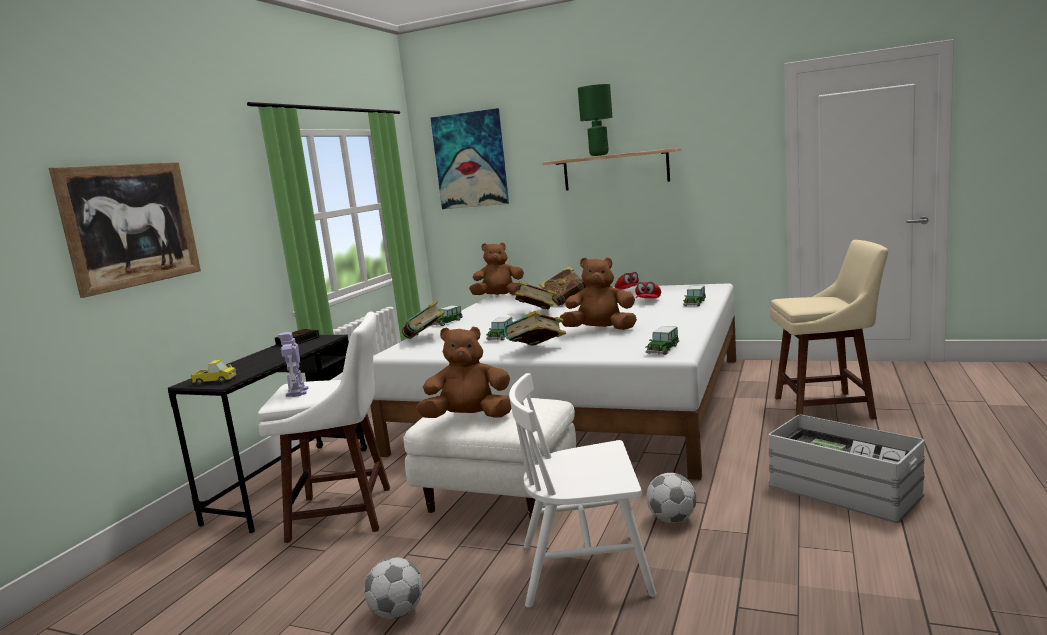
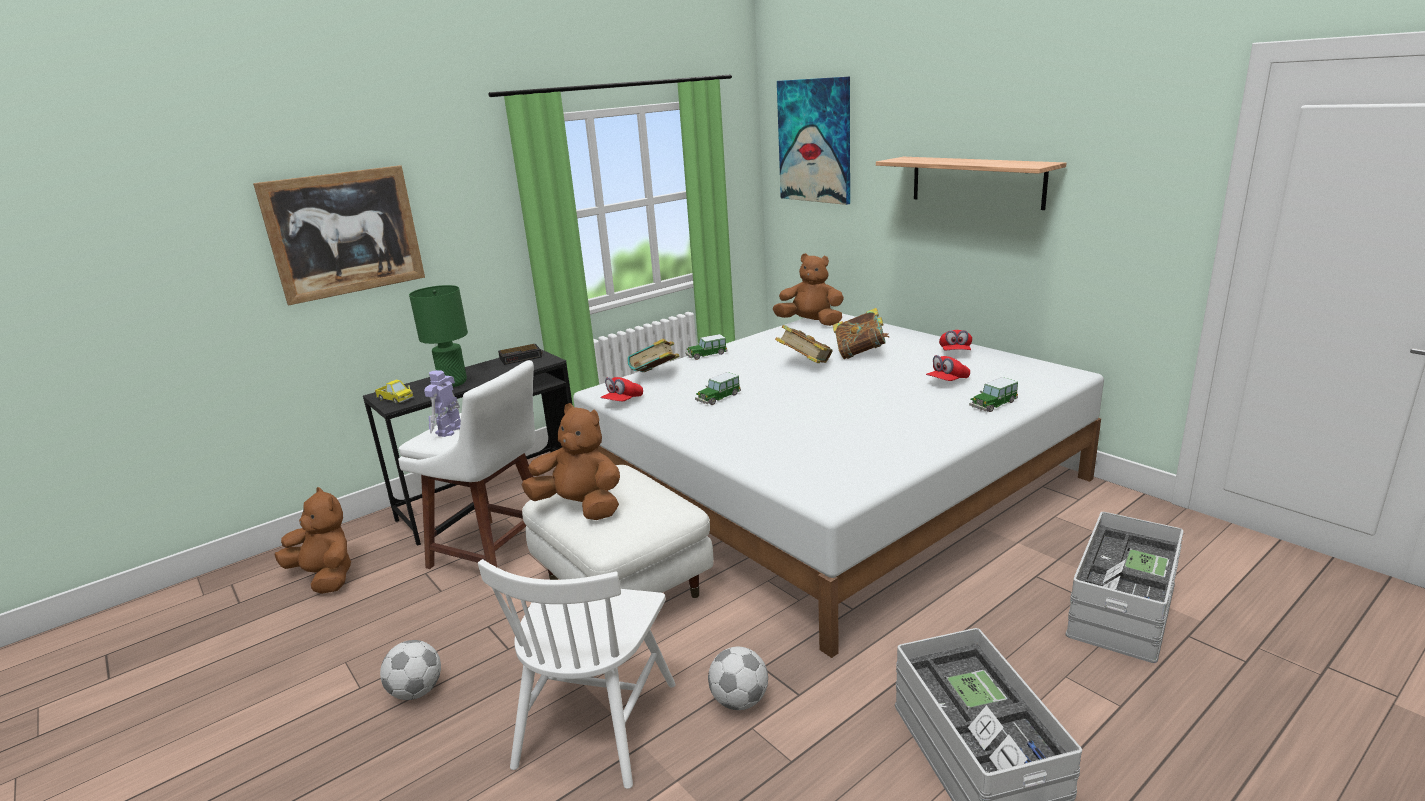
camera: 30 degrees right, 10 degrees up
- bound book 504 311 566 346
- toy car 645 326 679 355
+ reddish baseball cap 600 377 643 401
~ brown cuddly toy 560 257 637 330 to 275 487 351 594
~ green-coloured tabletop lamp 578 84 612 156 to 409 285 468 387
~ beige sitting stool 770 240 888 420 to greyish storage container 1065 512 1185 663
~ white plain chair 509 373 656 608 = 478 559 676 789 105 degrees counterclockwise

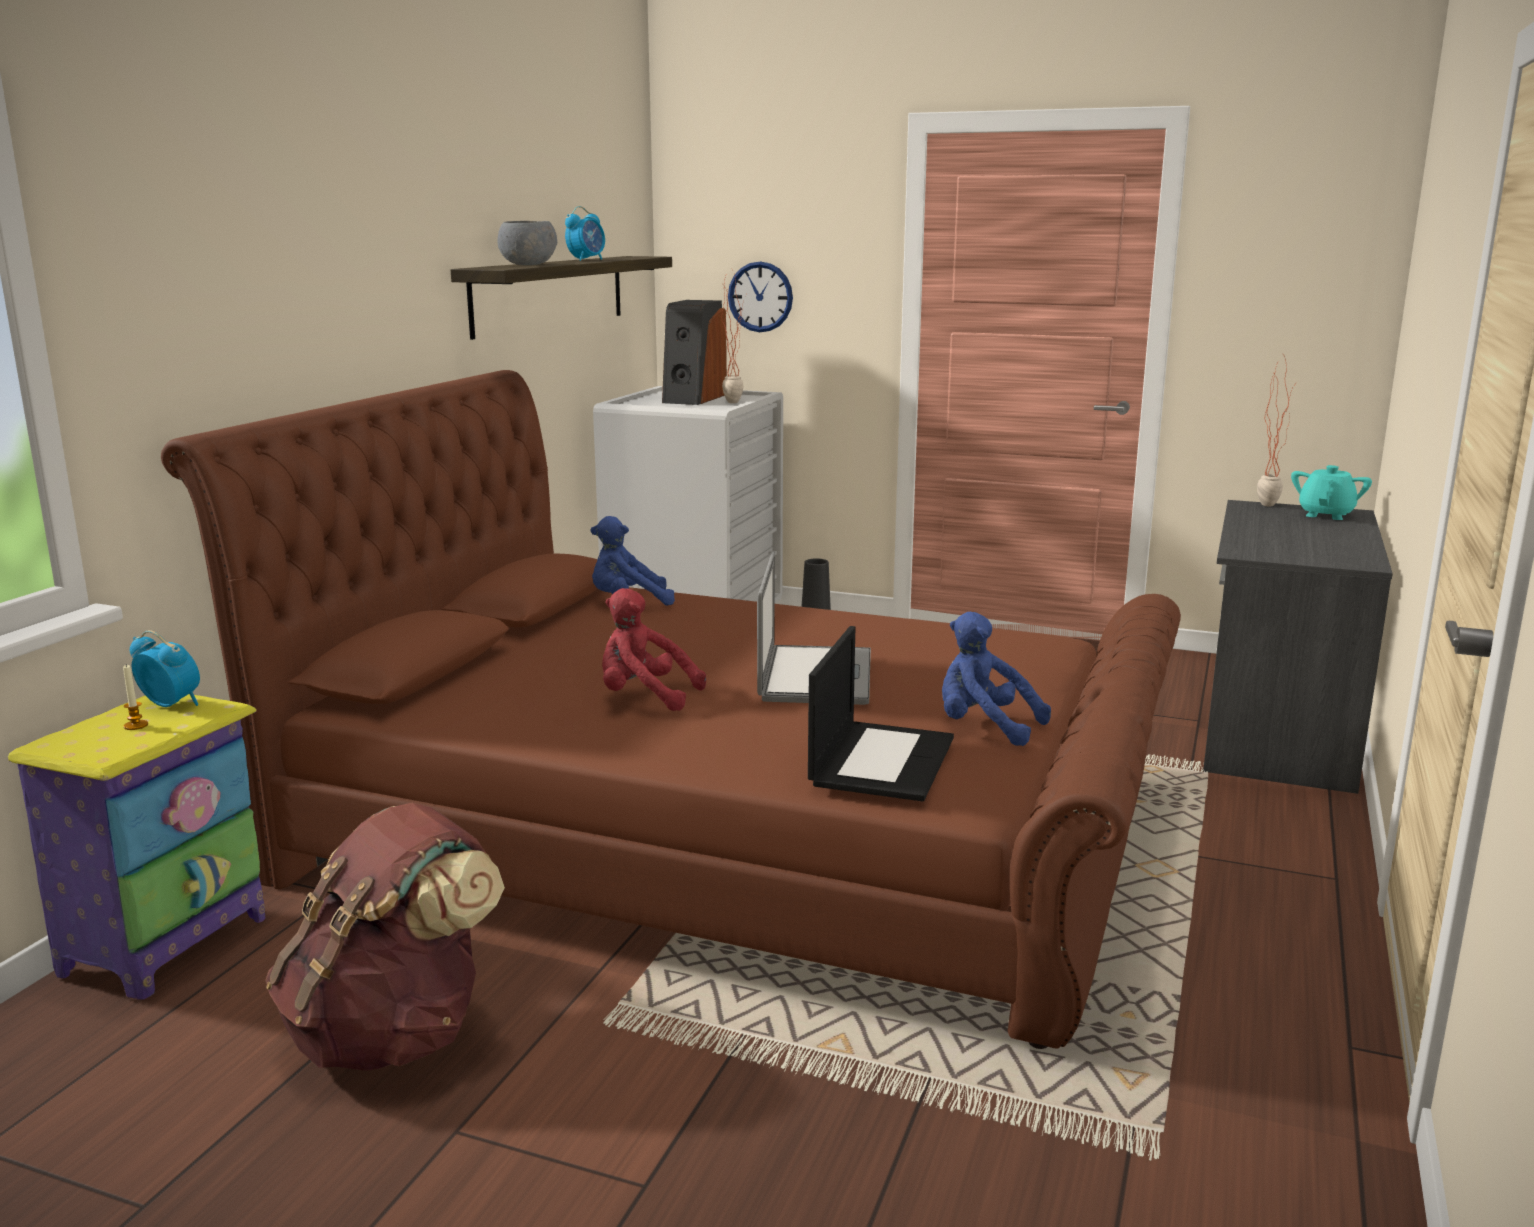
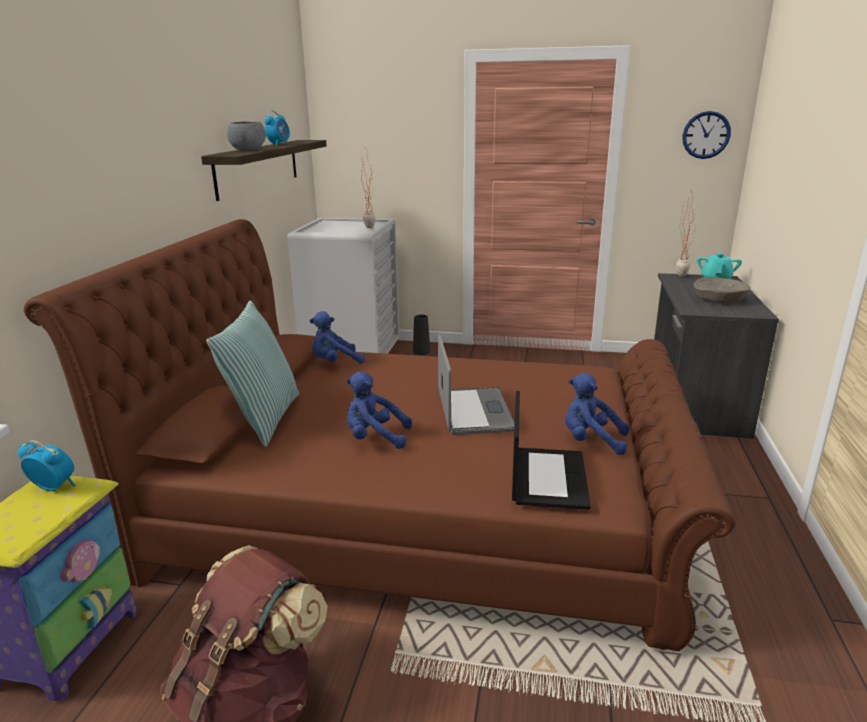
camera: 10 degrees left, 5 degrees up
- wax light 123 664 148 730
- audio speaker 662 300 727 405
+ pillow 206 300 299 447
+ beige serving bowl 694 277 751 303
~ hanging clock 728 261 793 332 to 682 111 731 159
~ reddish cuddly toy 602 588 706 711 to blue-coloured cuddly toy 346 372 412 449

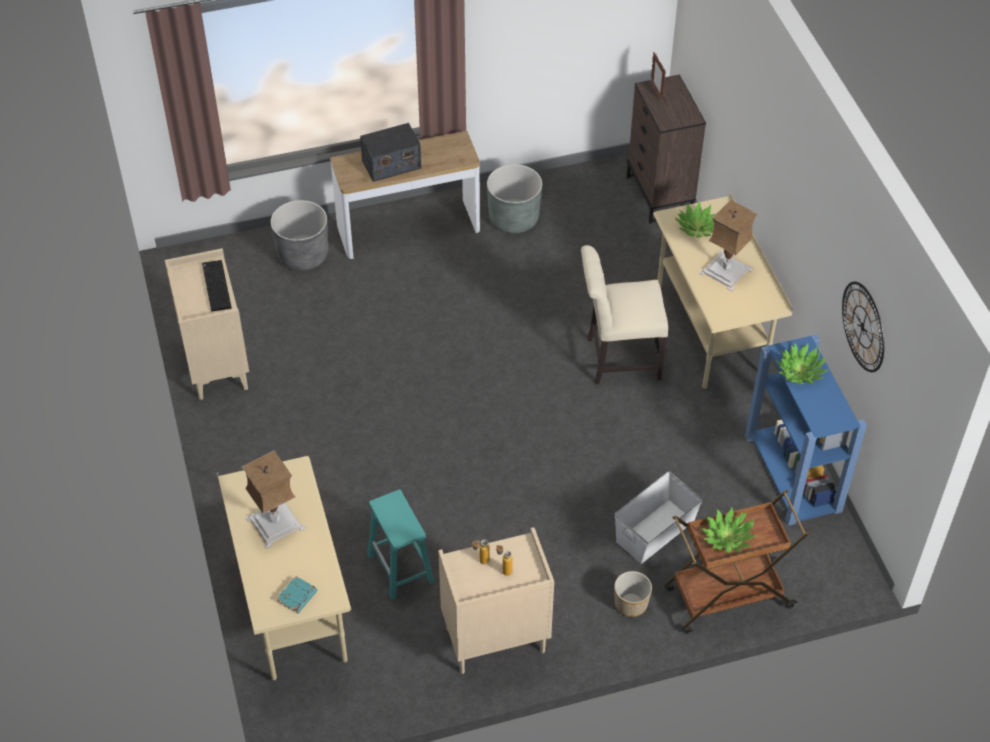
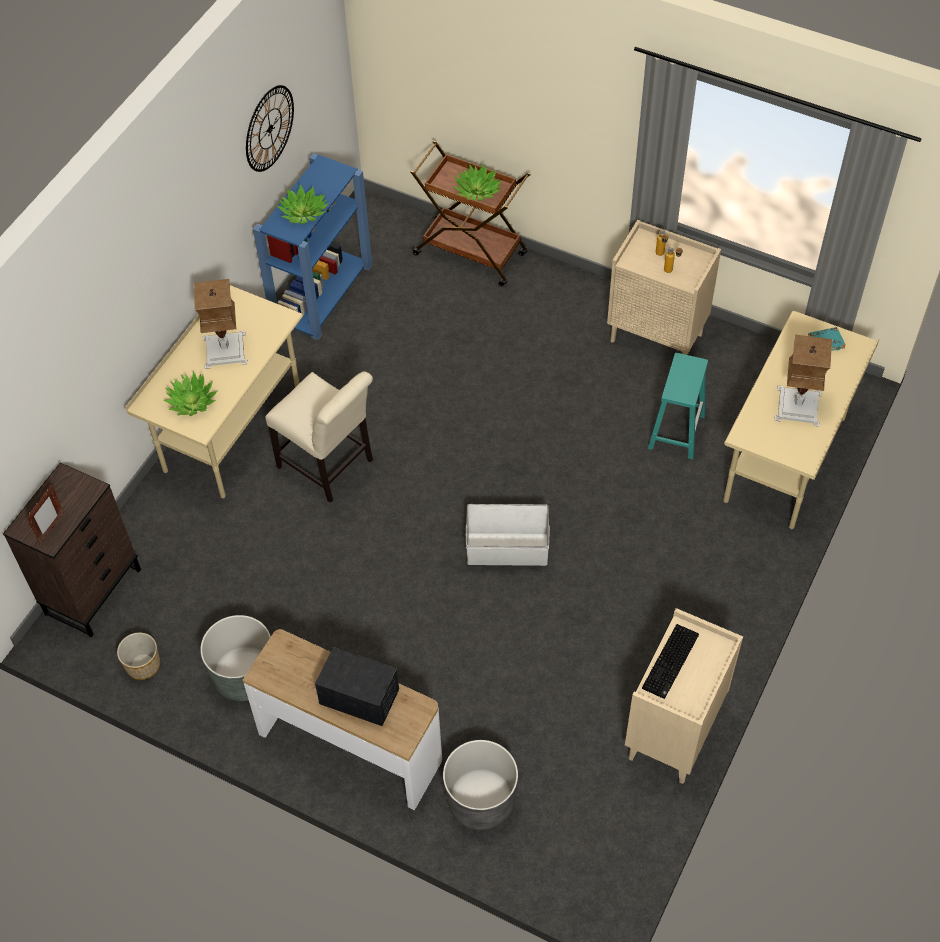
camera: 135 degrees left, 5 degrees up
~ plant pot 614 571 652 617 to 117 633 160 680
~ white storage container 615 472 703 564 to 465 504 550 566

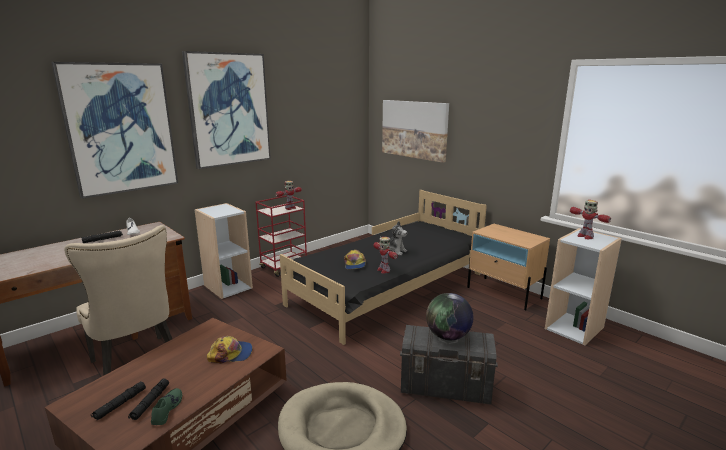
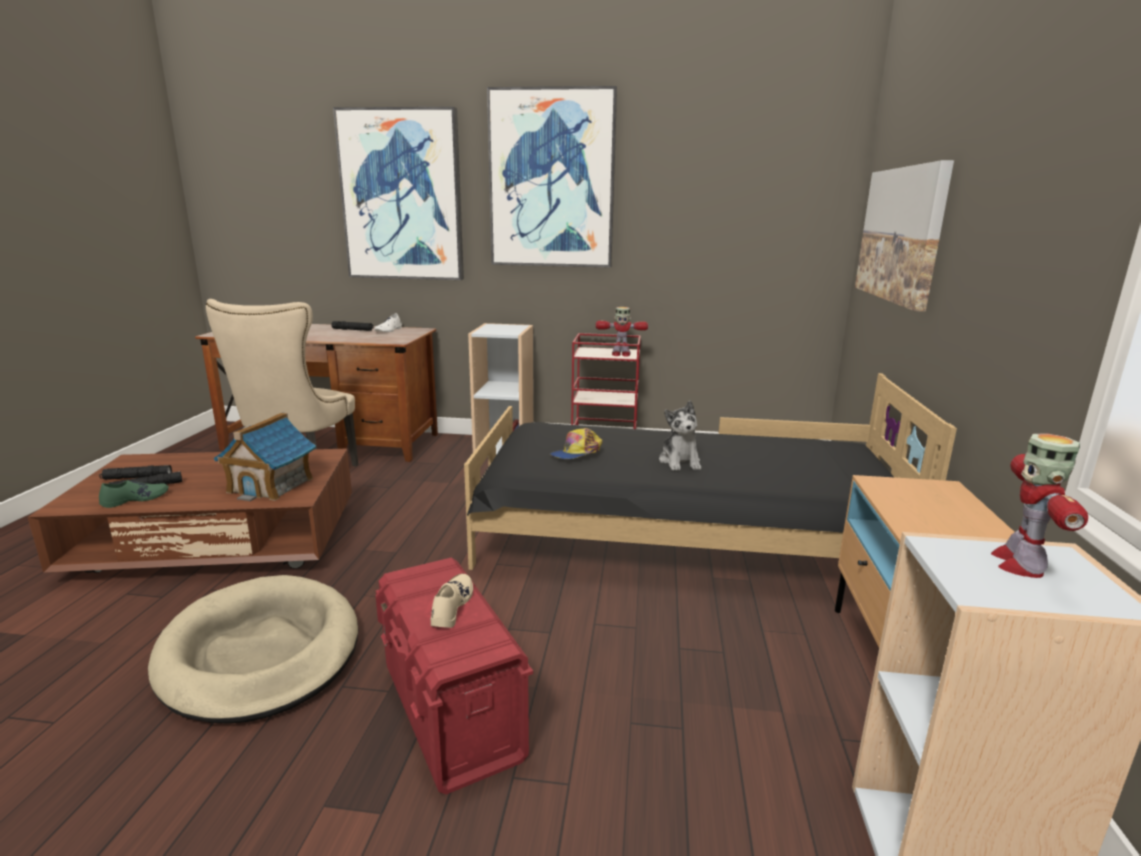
camera: 50 degrees right, 0 degrees up
- model robot 373 237 398 273
~ baseball cap 207 336 253 364 to toy house 213 413 316 501
~ world globe 426 293 473 340 to beige low shoe 430 574 473 628
~ greyish storage container 400 325 498 404 to reddish storage container 375 557 533 795

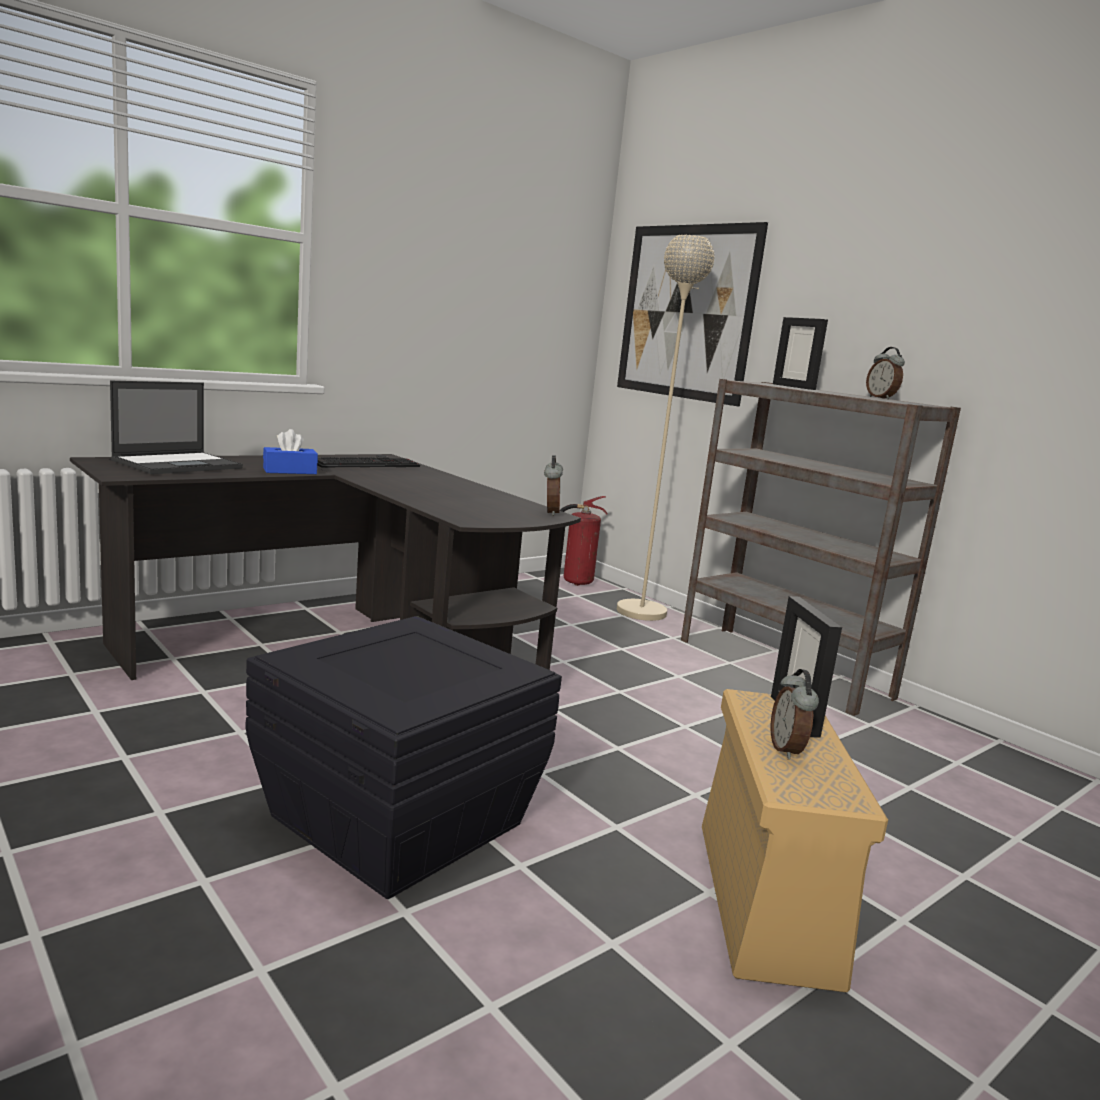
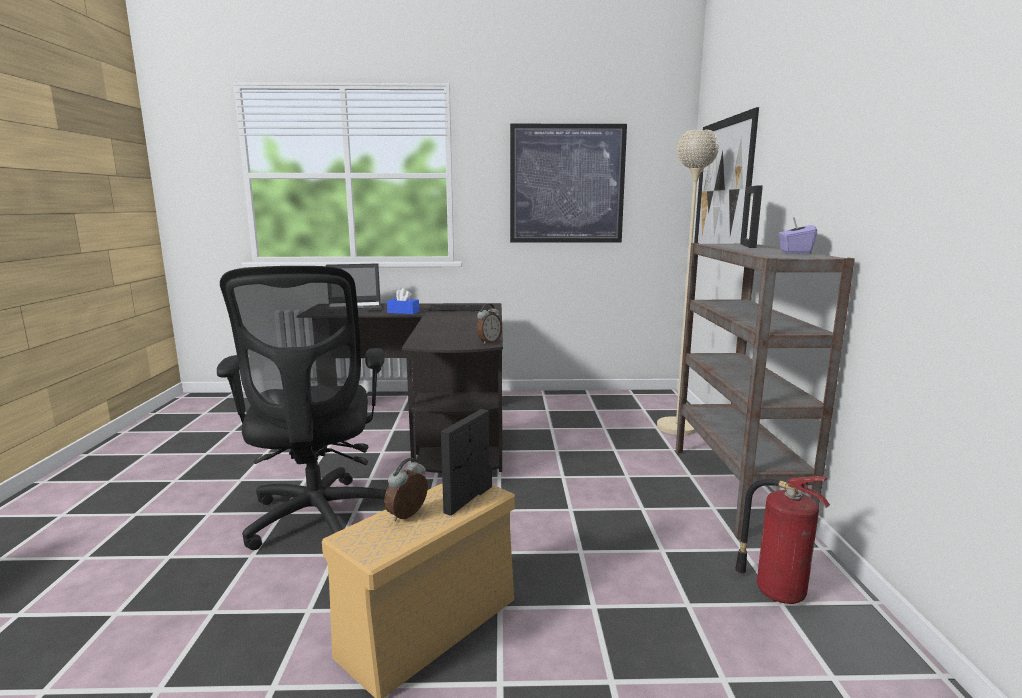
camera: 40 degrees right, 0 degrees up
+ wall art 510 124 627 243
~ fire-fighting cylinder 560 496 608 586 to 735 476 830 604
~ black storage container 245 616 562 899 to black desk chair 217 266 387 550
~ alarm clock 866 347 905 399 to purple box of tissues 779 217 817 254

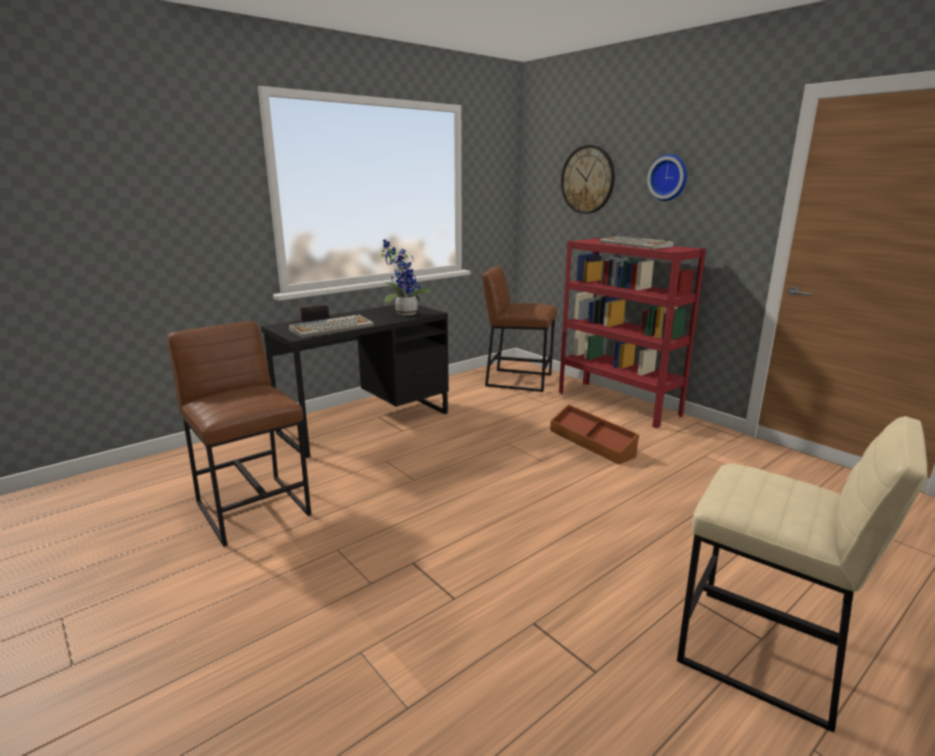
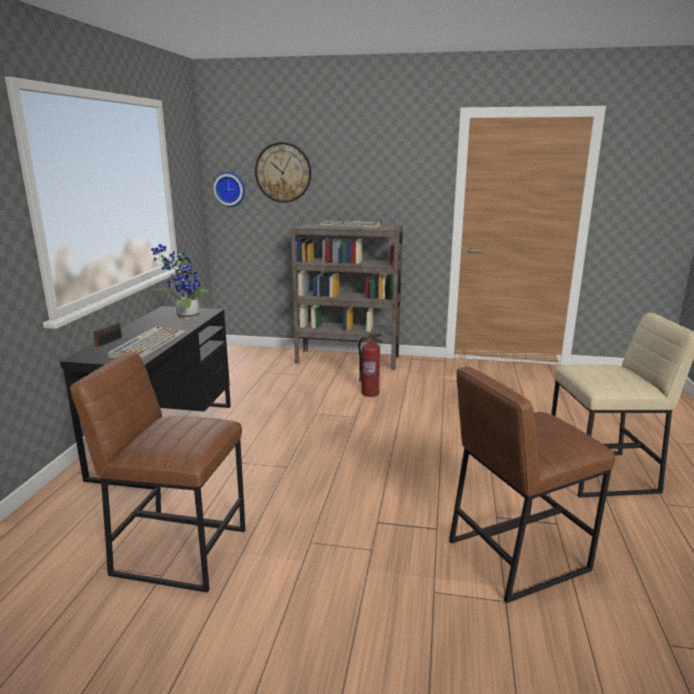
camera: 40 degrees left, 0 degrees up
~ brown plain chair 482 266 557 392 to 449 366 615 603
~ hanging clock 647 154 688 201 to 213 172 245 207
~ brown storage container 550 404 639 464 to fire-fighting cylinder 358 334 383 397
~ reddish shelving unit 559 238 706 428 to greyish shelving unit 291 223 403 370

